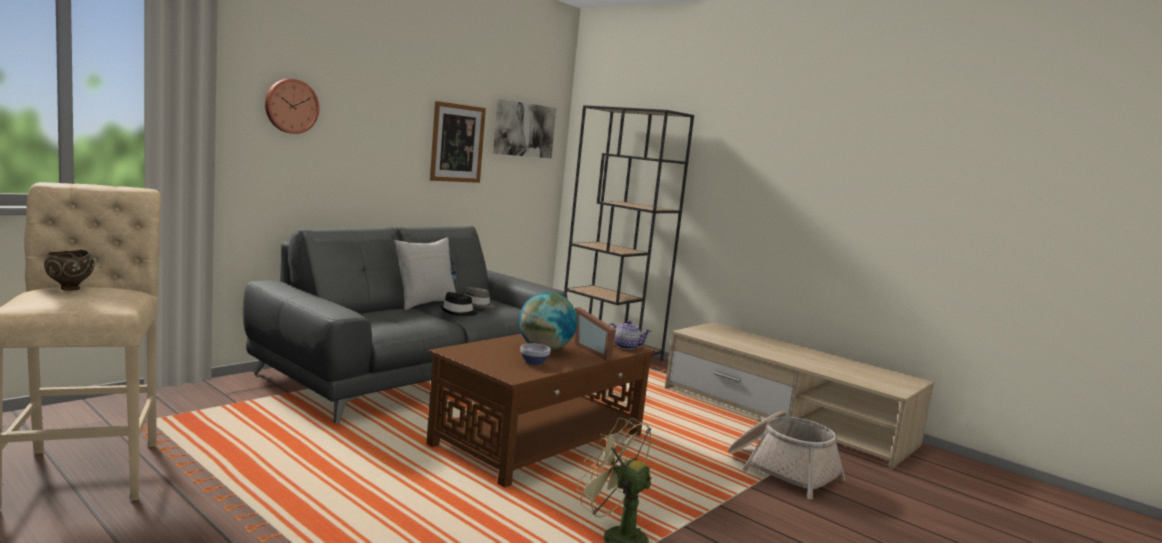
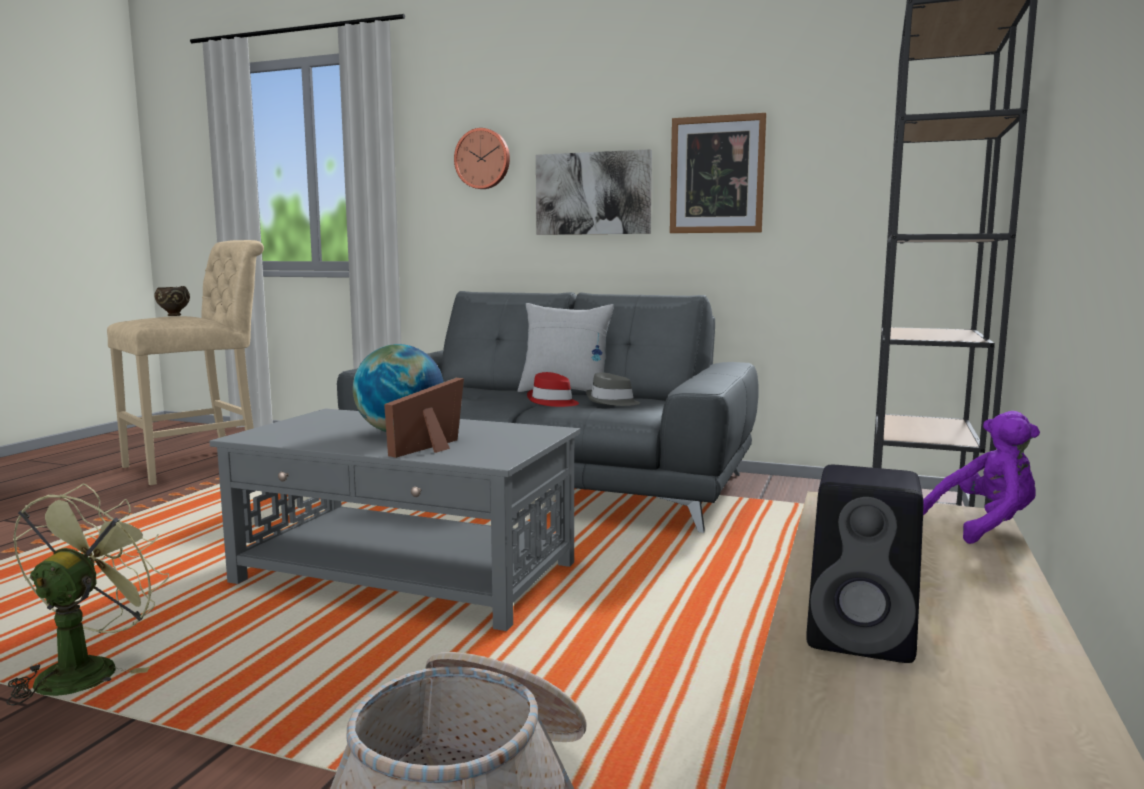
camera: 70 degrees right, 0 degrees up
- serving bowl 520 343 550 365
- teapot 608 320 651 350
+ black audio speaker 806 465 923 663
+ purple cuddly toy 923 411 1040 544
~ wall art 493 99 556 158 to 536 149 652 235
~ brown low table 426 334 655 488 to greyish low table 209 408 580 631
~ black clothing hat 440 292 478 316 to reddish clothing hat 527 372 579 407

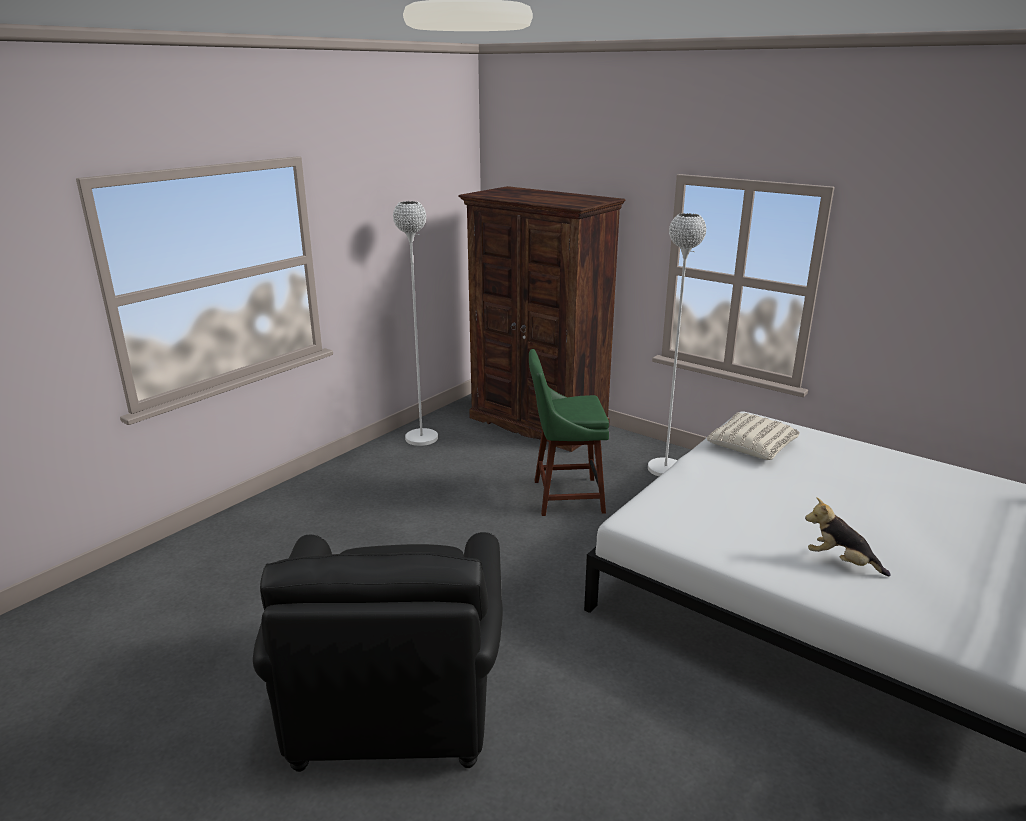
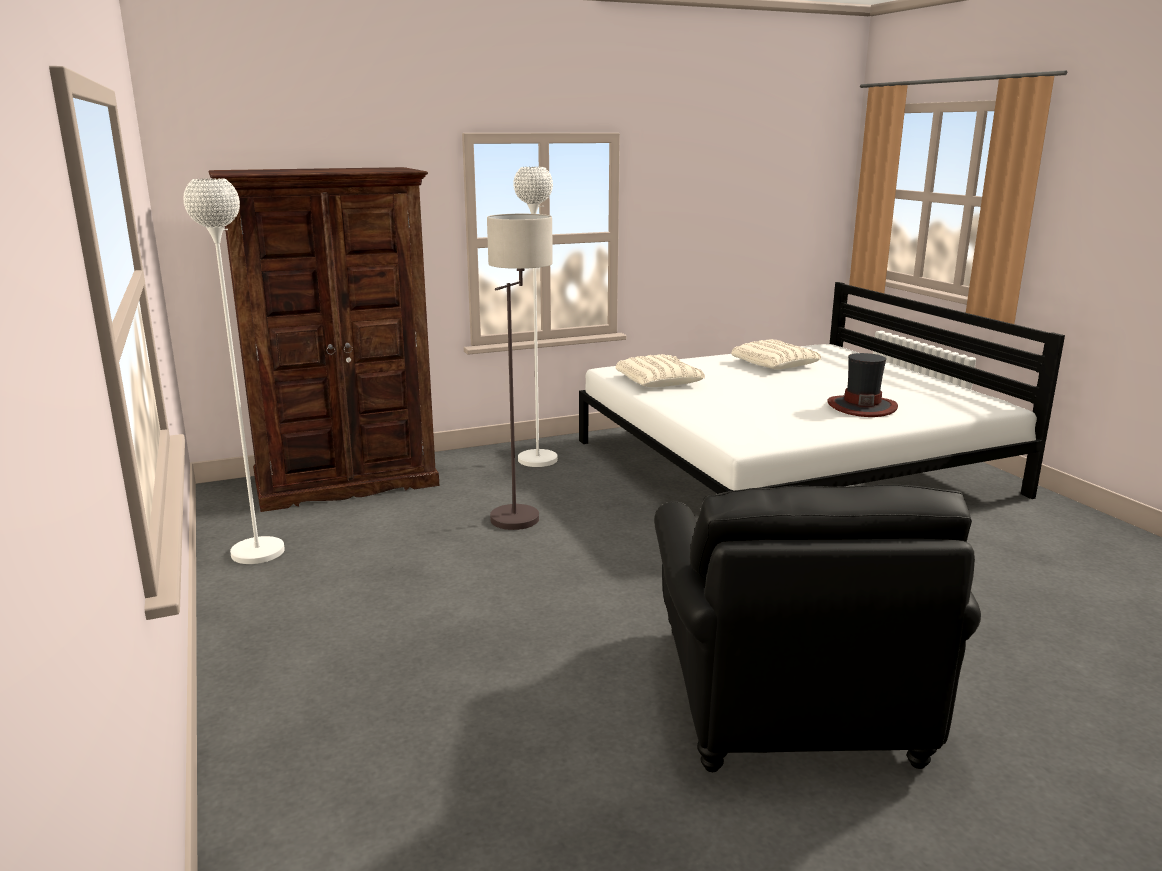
camera: 60 degrees left, 5 degrees down
+ beige pillow 731 339 821 370
~ green-coloured plain chair 529 349 609 516 to greyish standard lamp 487 214 553 530
~ cuddly toy 805 497 891 576 to clothing hat 827 353 898 417
~ black armchair 253 532 503 772 = 654 485 981 772 60 degrees clockwise

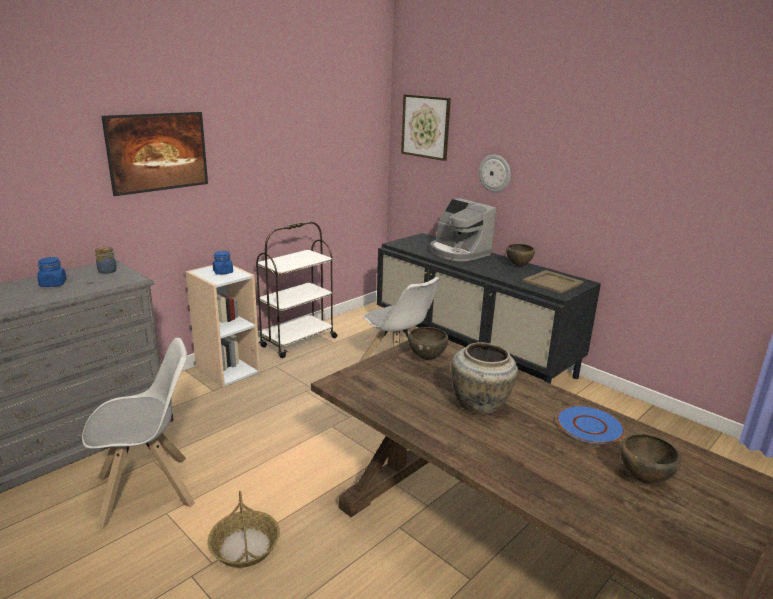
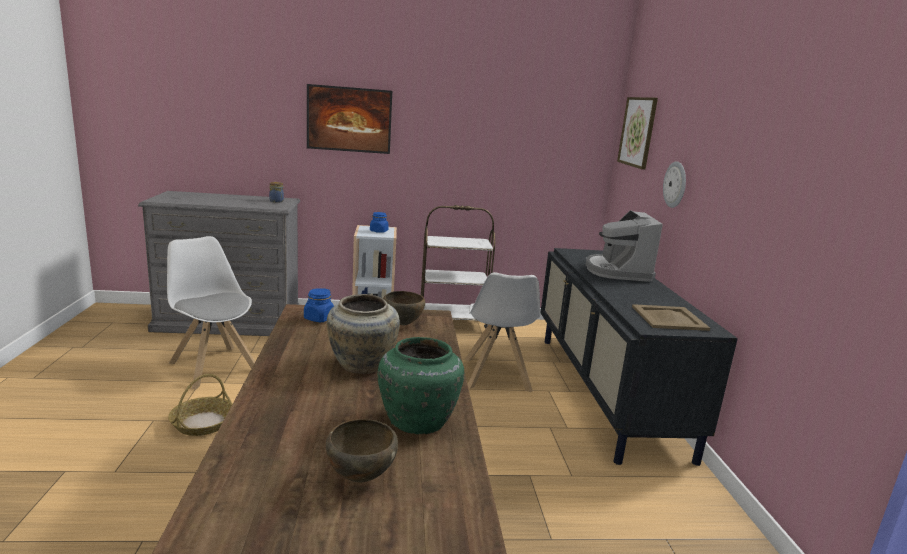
camera: 40 degrees right, 5 degrees down
- brown serving bowl 506 244 535 267
~ blue-coloured preserve jar 37 257 67 287 to 304 288 334 322
~ blue-coloured plate 556 405 625 444 to green-coloured decorative vase 378 337 464 434
~ plain chair 82 338 195 529 = 167 236 255 389 150 degrees counterclockwise

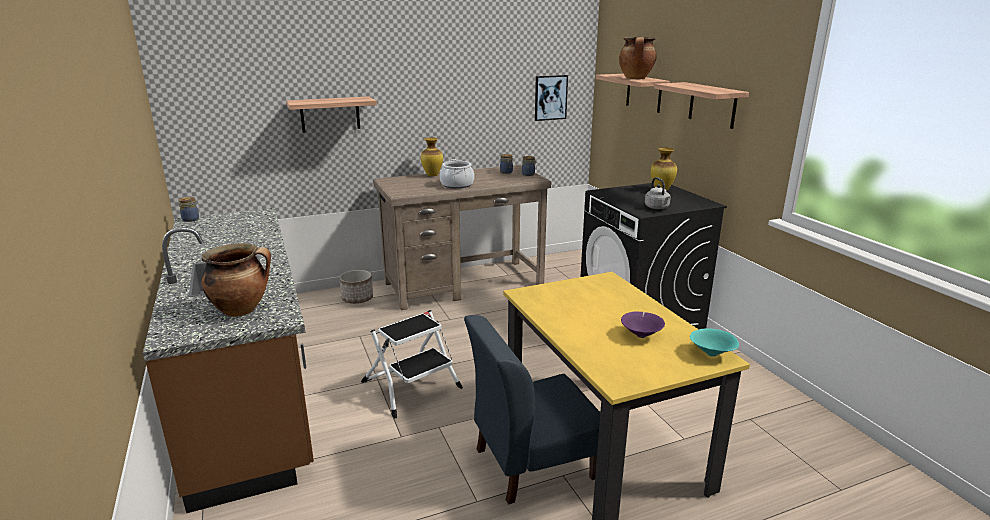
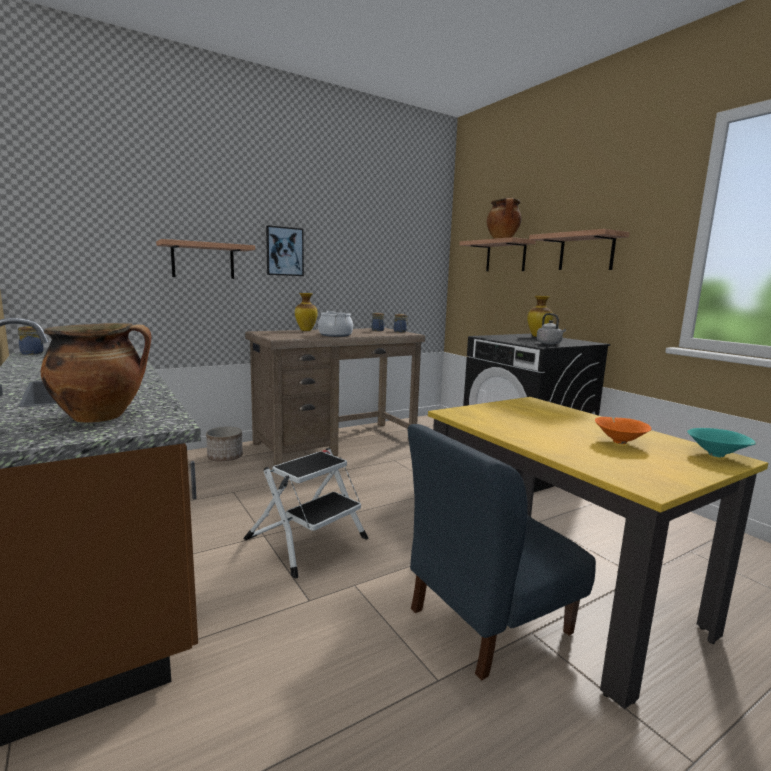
camera: 10 degrees left, 10 degrees down
~ wall art 535 75 568 121 to 266 225 304 276
~ purple serving bowl 621 311 665 338 to orangey serving bowl 595 417 651 444

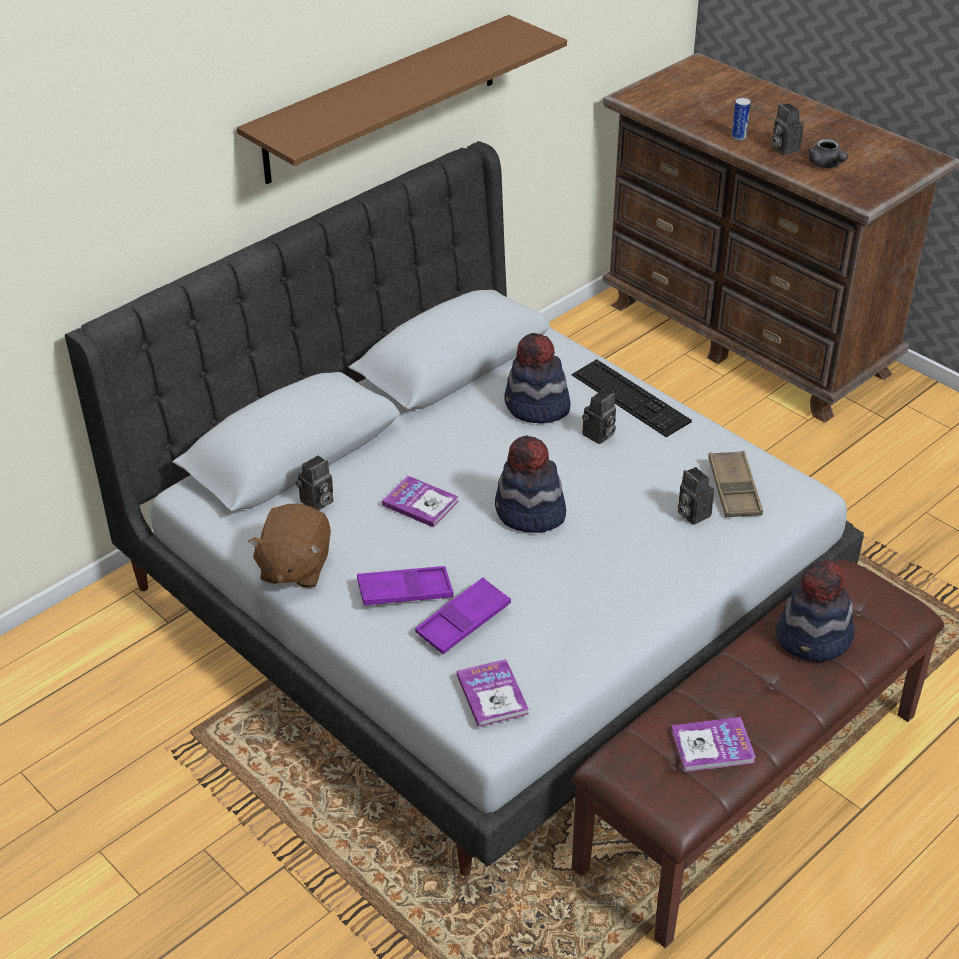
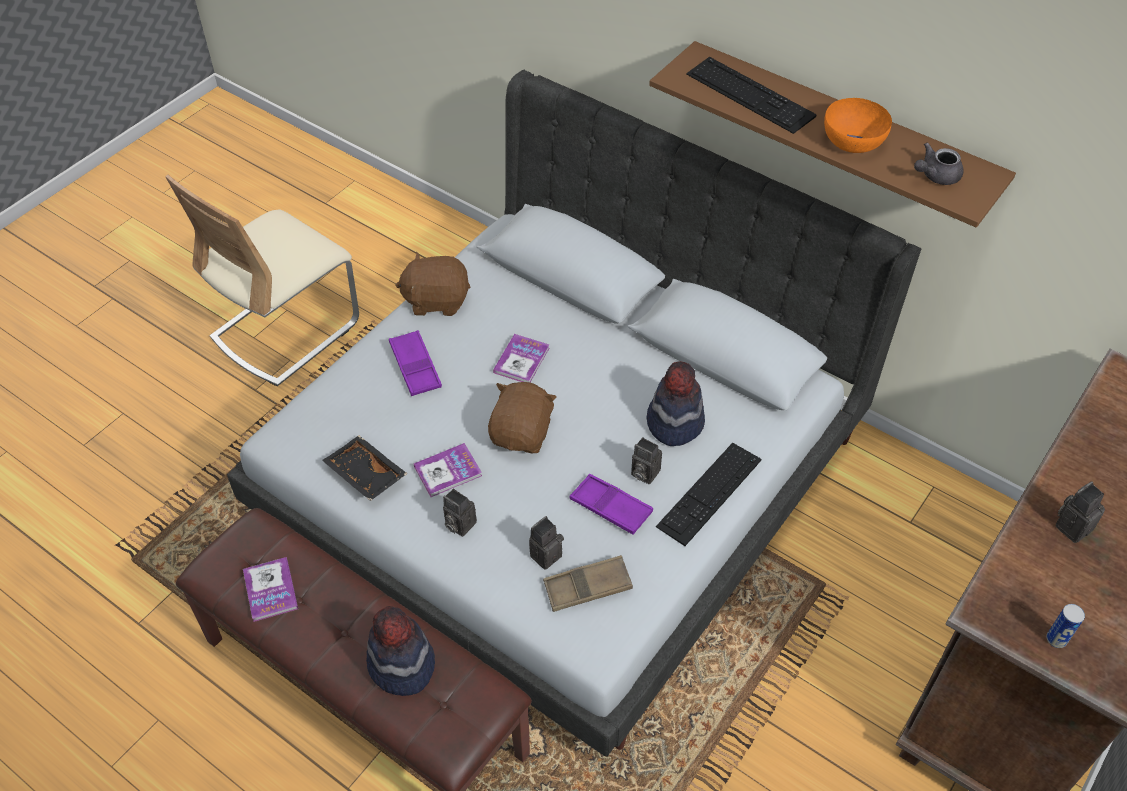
camera: 80 degrees right, 10 degrees up
+ beige plain chair 165 175 359 387
+ black serving tray 322 435 407 501
+ PC keyboard 686 57 817 134
+ orangey serving bowl 824 98 892 153
~ still camera 296 455 333 511 to 443 488 477 537
~ purple serving tray 415 577 511 654 to 570 474 653 535
~ bound book 457 659 529 727 to 414 443 482 497
~ can 731 98 751 141 to 1046 604 1085 648
~ greyish teapot 808 139 848 168 to 914 143 963 185
~ clothing hat 495 436 566 533 to brown cuddly toy 488 382 557 453

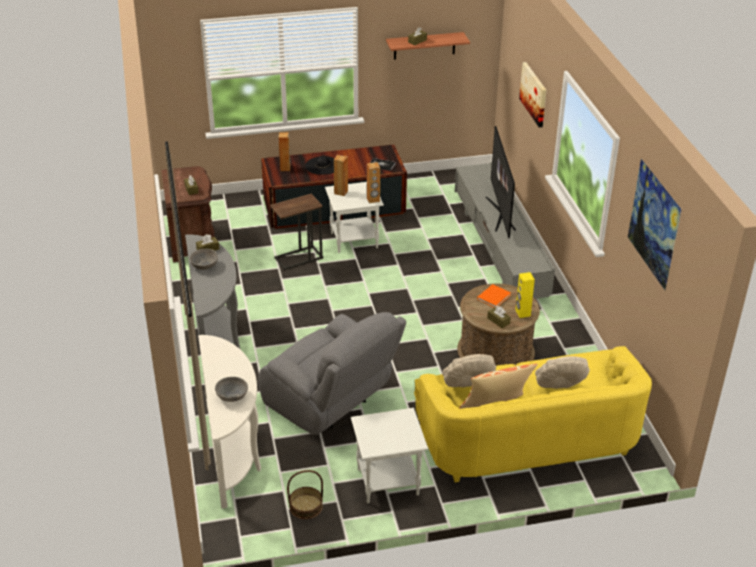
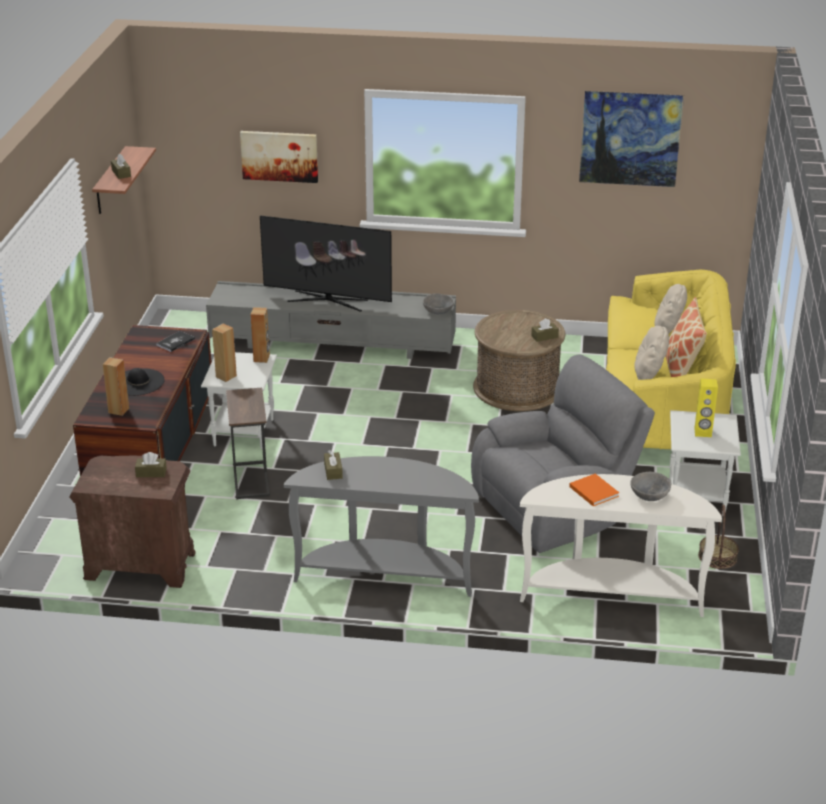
camera: 70 degrees left, 5 degrees down
~ greyish serving bowl 189 249 218 270 to 423 293 454 314
~ orangey bound book 477 284 511 307 to 569 474 619 506
~ yellow-coloured audio speaker 515 272 535 318 to 694 378 718 437

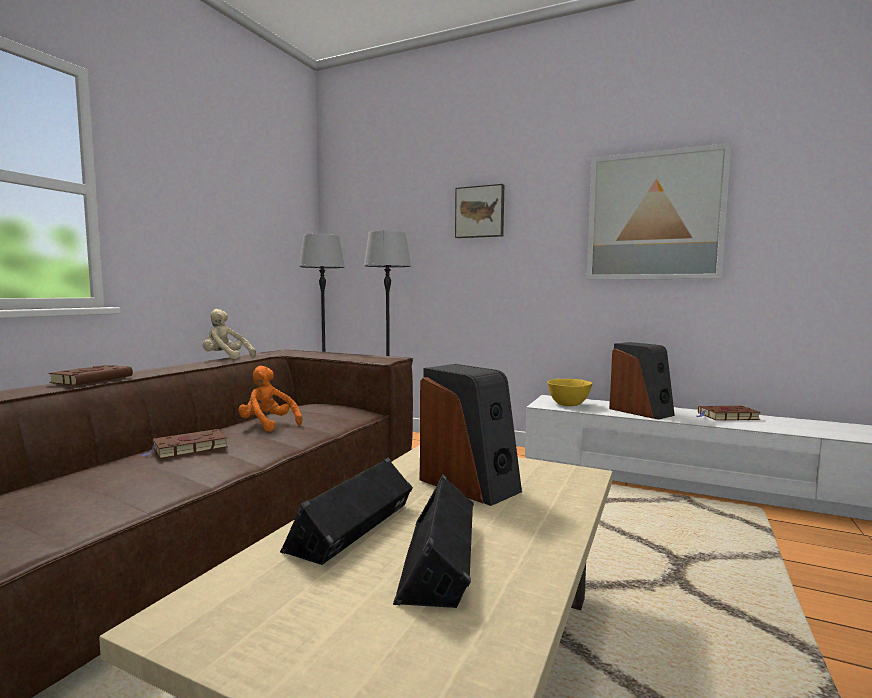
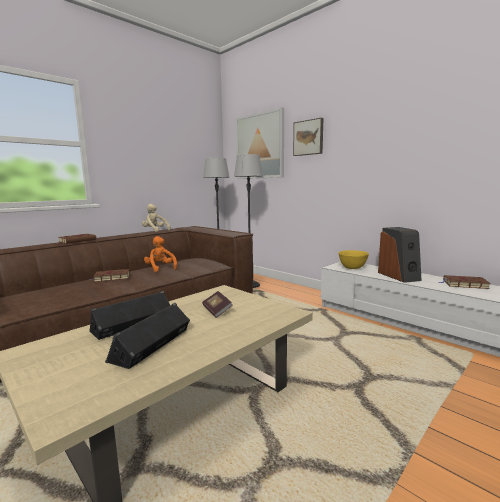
camera: 20 degrees right, 5 degrees up
~ wall art 587 143 731 279 to 236 107 284 179
~ audio speaker 419 364 522 506 to bound book 202 291 233 318

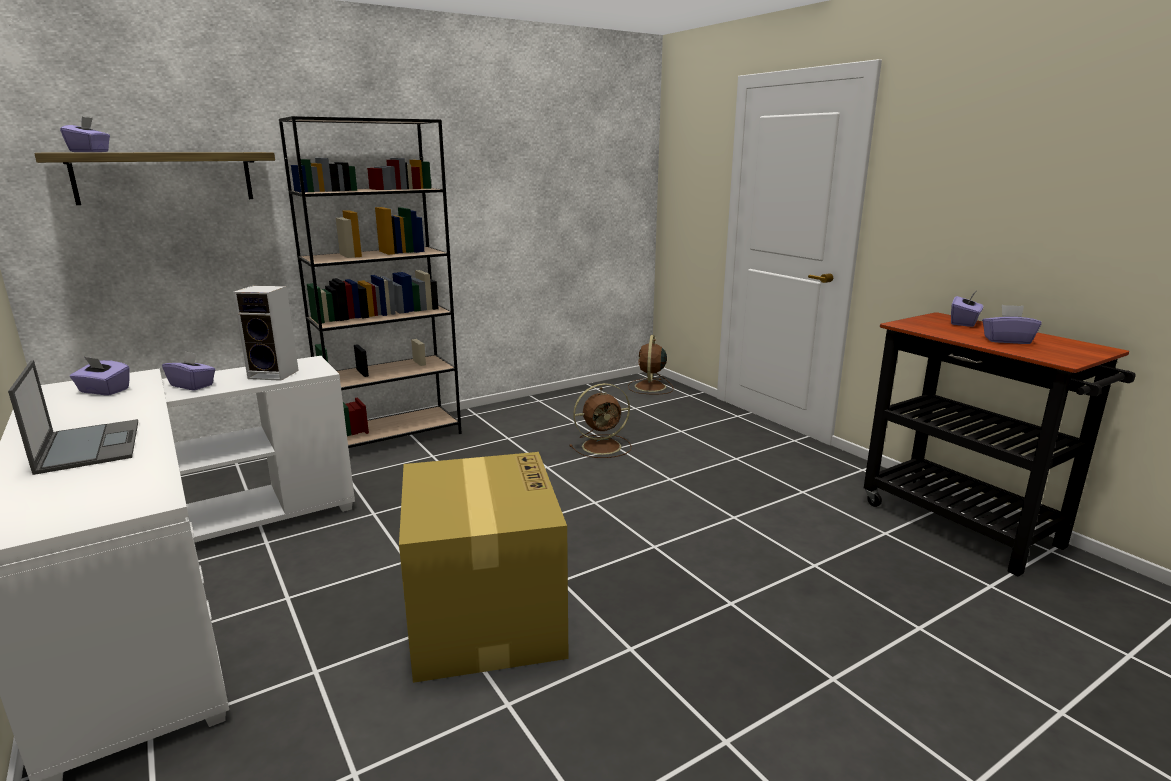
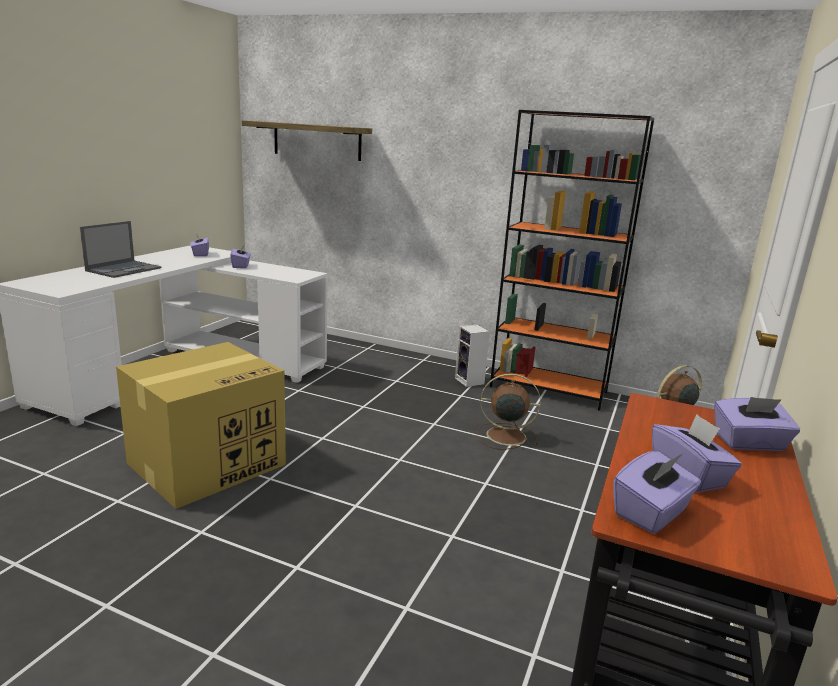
camera: 55 degrees right, 0 degrees up
- beige shelving unit 279 116 462 448
+ orangey shelving unit 490 110 654 411
~ purple box of tissues 60 117 110 152 to 613 451 701 534
~ audio speaker 233 285 299 381 to 455 325 490 387
~ brown electric fan 569 383 632 458 = 476 373 541 450 150 degrees clockwise

